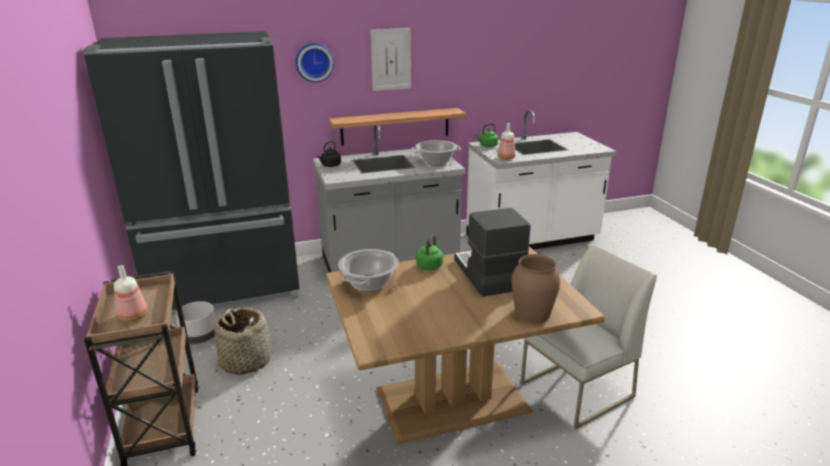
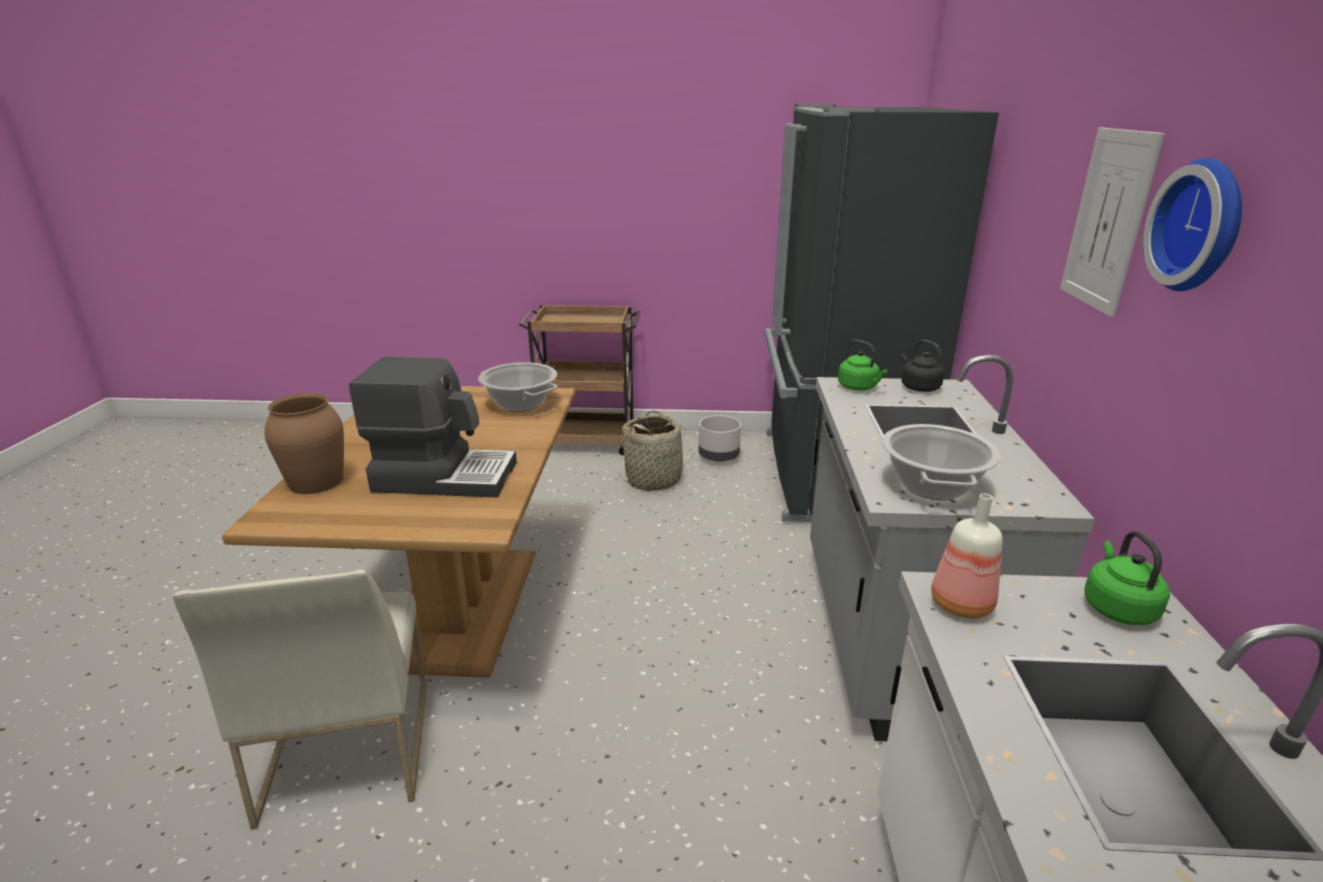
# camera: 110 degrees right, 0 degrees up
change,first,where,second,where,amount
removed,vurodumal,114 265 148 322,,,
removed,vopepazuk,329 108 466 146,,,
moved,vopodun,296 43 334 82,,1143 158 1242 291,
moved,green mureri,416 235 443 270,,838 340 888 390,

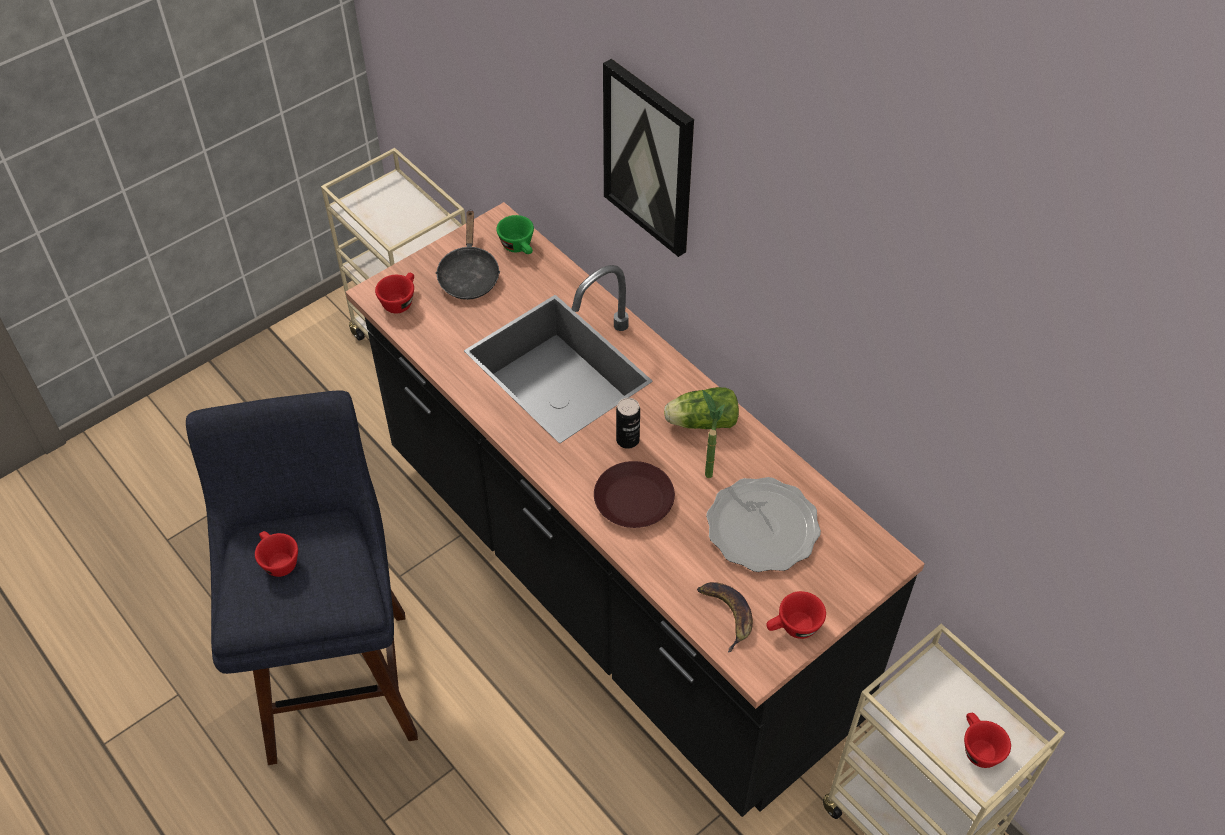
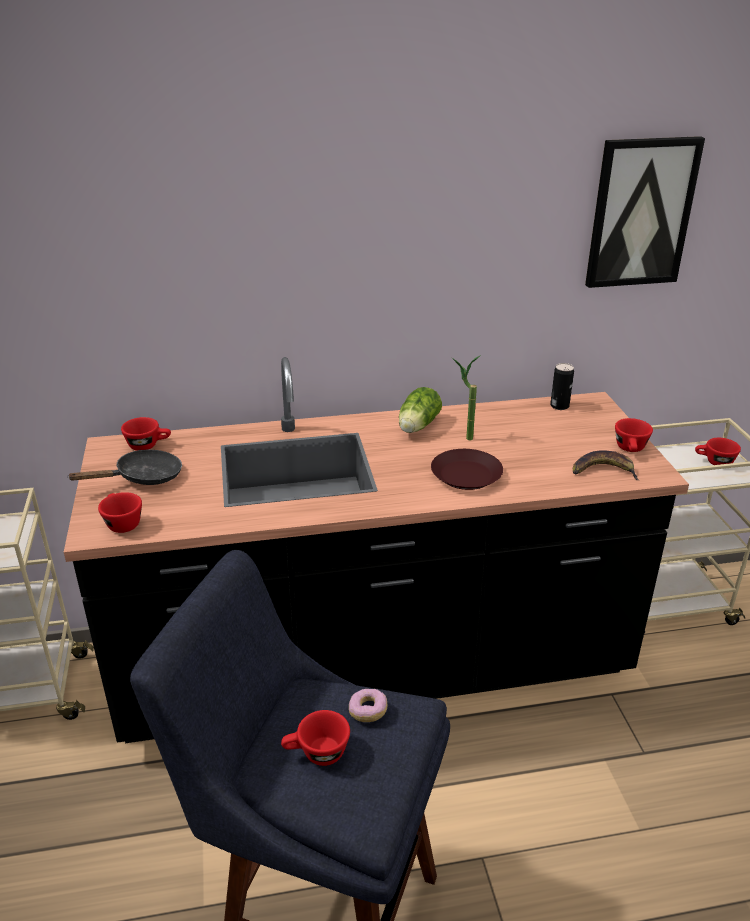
# camera: 60 degrees left, 20 degrees down
change,first,where,second,where,amount
removed,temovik,706 477 821 572,,,
added,,,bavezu,349 689 387 722,
moved,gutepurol,603 59 694 257,,585 136 705 288,
moved,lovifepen,616 398 640 449,,550 363 574 410,
recoloured,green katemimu,496 215 534 254,red katemimu,121 417 171 451,
turned,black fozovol,435 211 500 300,,68 450 182 485,60 degrees counterclockwise

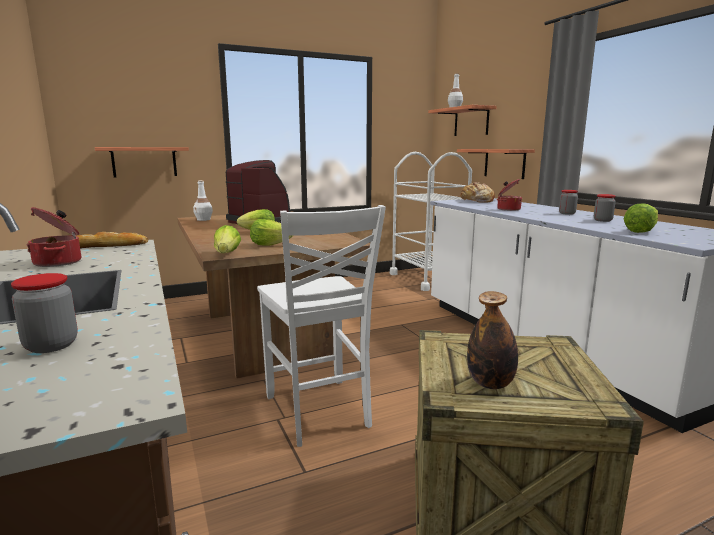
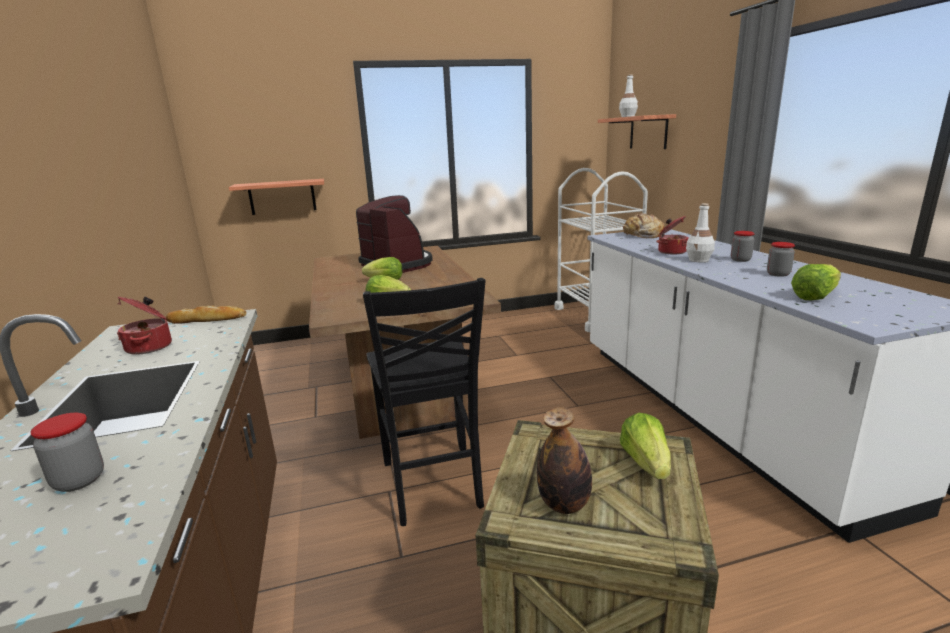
# camera: 10 degrees right, 5 degrees up
change,first,where,second,where,amount
removed,vopepazuk,457 149 535 179,,,
moved,white vurodumal,193 180 213 221,,686 203 715 262,
moved,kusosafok,214 225 241 253,,620 413 671 479,
recoloured,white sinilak,257 205 386 447,black sinilak,363 278 486 526,

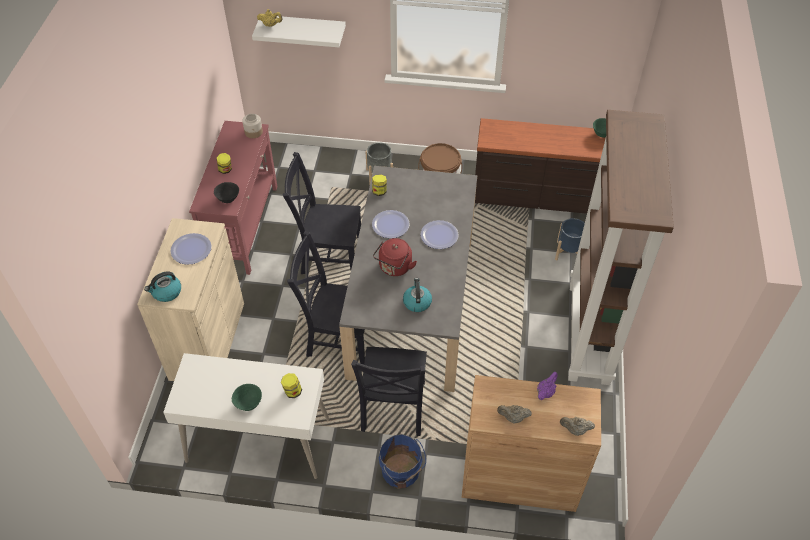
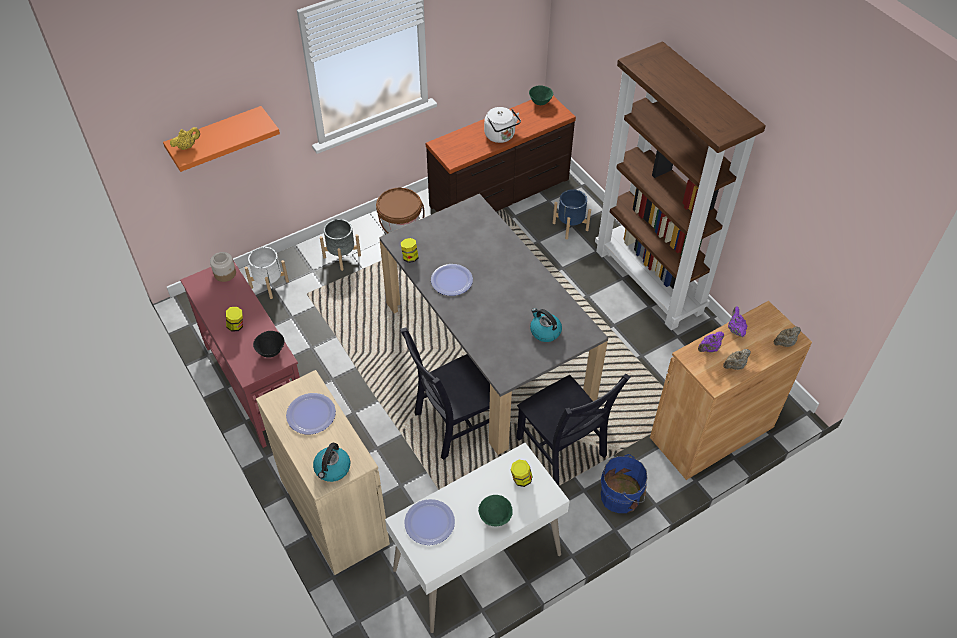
# camera: 40 degrees left, 0 degrees up
change,first,where,second,where,amount
removed,black sinilak,283 152 361 274,,,
removed,red mureri,373 238 417 276,,,
added,,,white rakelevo,245 247 289 299,
added,,,white mureri,484 107 521 143,
added,,,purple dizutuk,698 331 724 353,
moved,temovik,421 220 458 249,,404 499 455 545,
recoloured,white vopepazuk,252 16 346 47,orange vopepazuk,163 106 280 172,

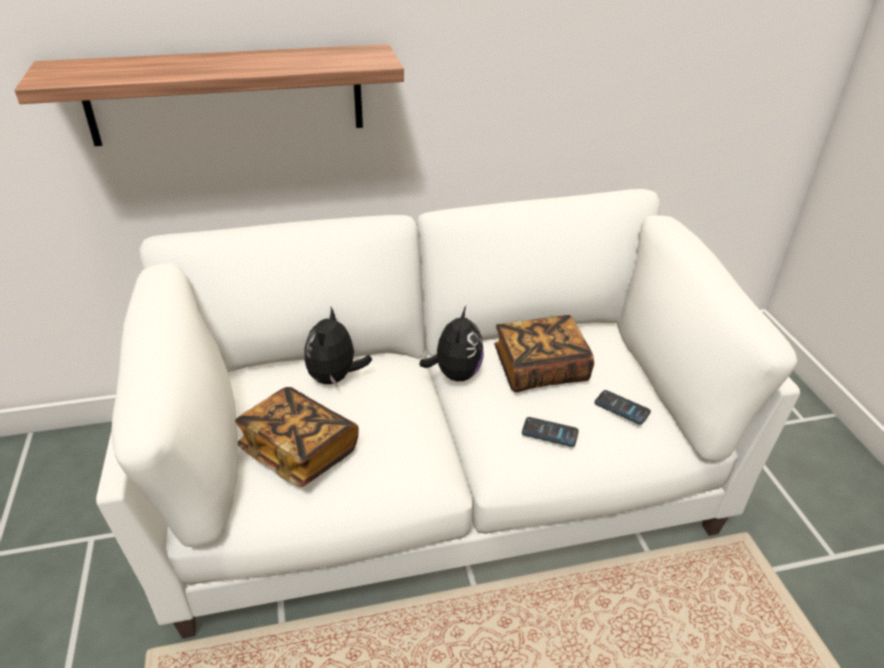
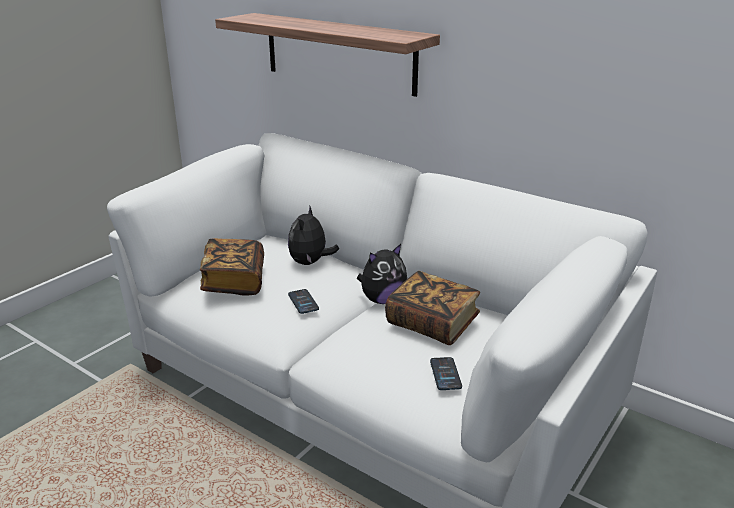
# camera: 50 degrees right, 10 degrees down
change,first,where,second,where,amount
moved,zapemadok,522 417 579 447,,288 289 319 314,
turned,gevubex,304 307 372 388,,288 206 339 265,45 degrees counterclockwise

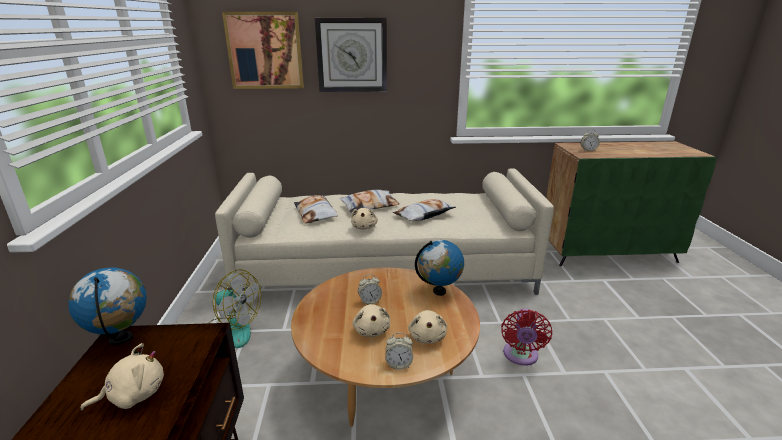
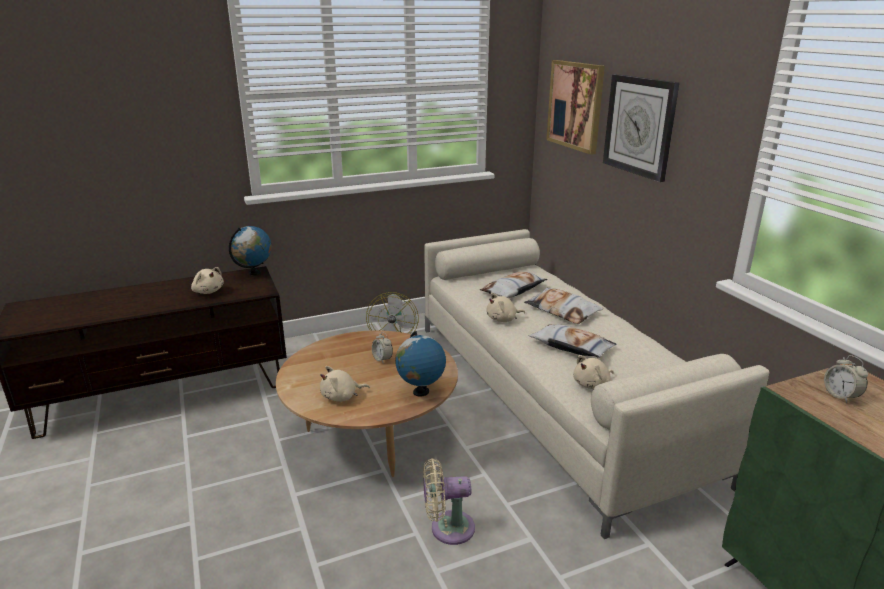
# camera: 70 degrees right, 0 degrees up
change,first,where,second,where,amount
removed,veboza,385 333 413 370,,,
moved,beige gevubex,352 304 390 337,,573 355 614 389,
recoloured,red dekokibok,501 308 552 366,beige dekokibok,423 458 475 545,

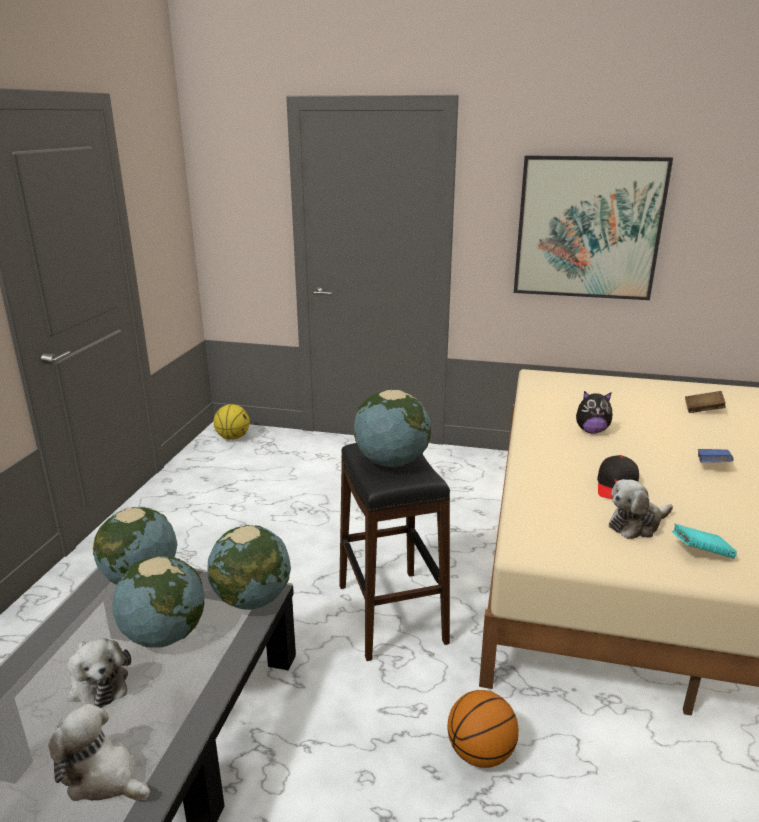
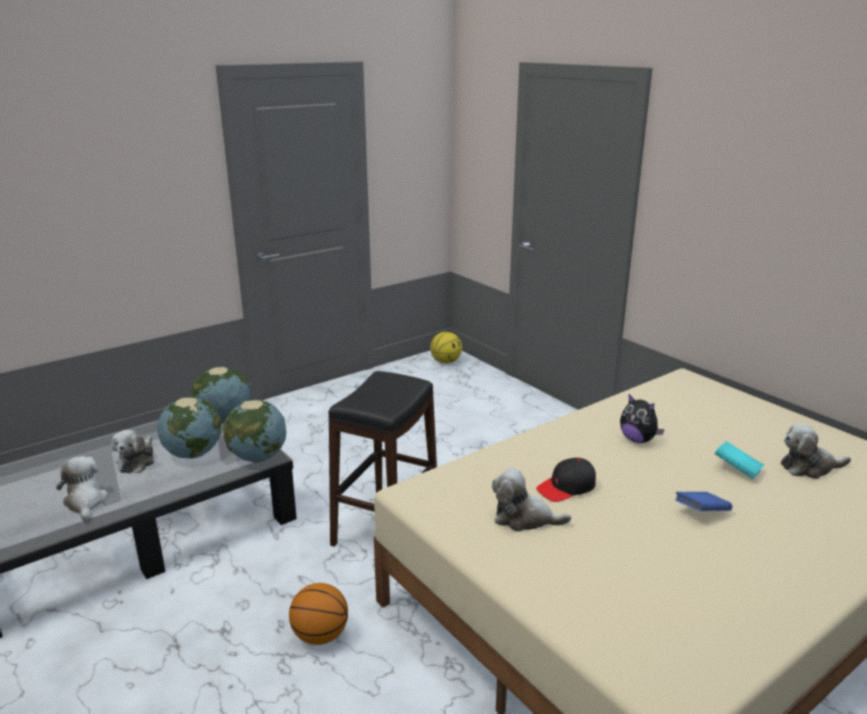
# camera: 40 degrees right, 0 degrees up
change,first,where,second,where,amount
removed,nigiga,353 390 431 467,,,
removed,gutepurol,514 155 673 300,,,
moved,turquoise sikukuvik,672 524 737 559,,714 441 764 479,
replaced,brown sikukuvik,685 391 726 413,gevubex,781 424 851 479,

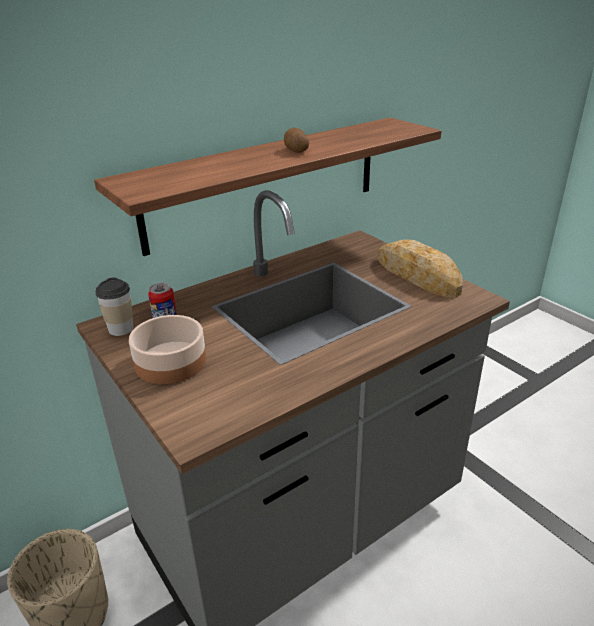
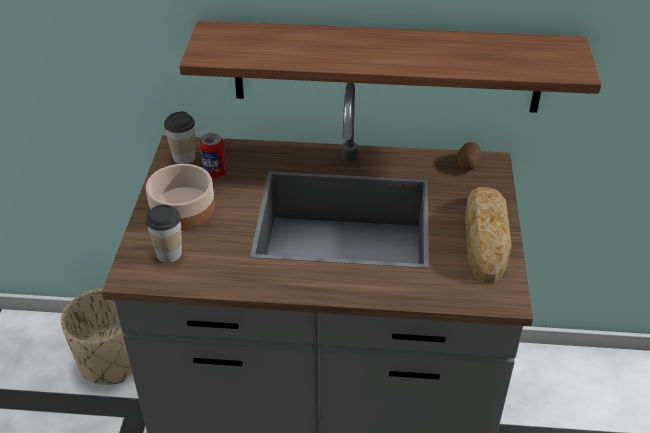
# camera: 40 degrees right, 10 degrees up
change,first,where,second,where,amount
added,,,katemimu,146 204 182 263,
moved,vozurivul,284 128 309 153,,457 142 481 170,

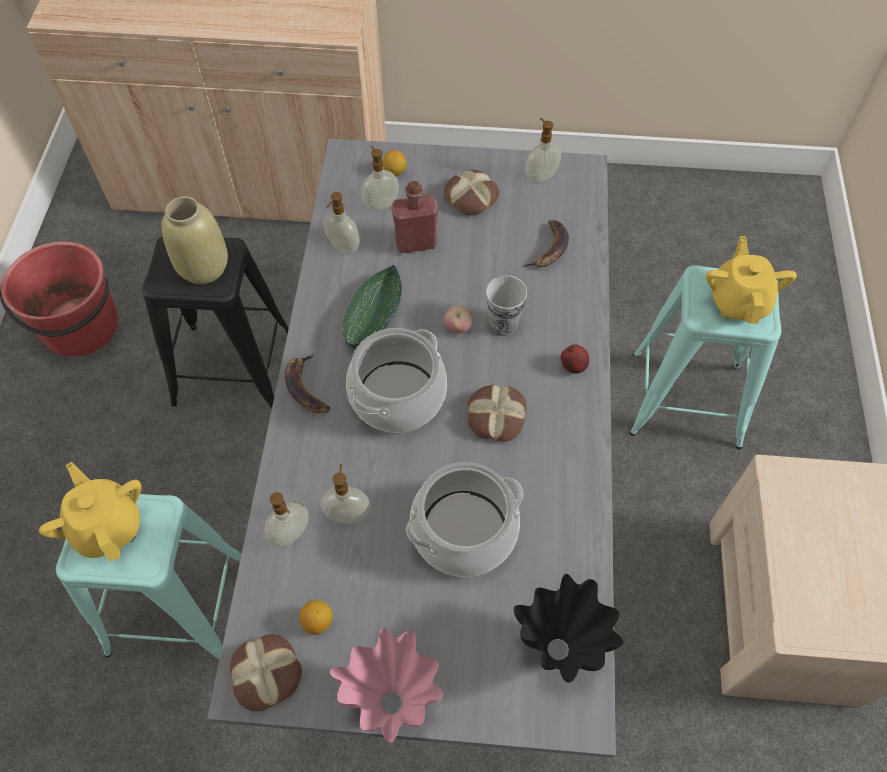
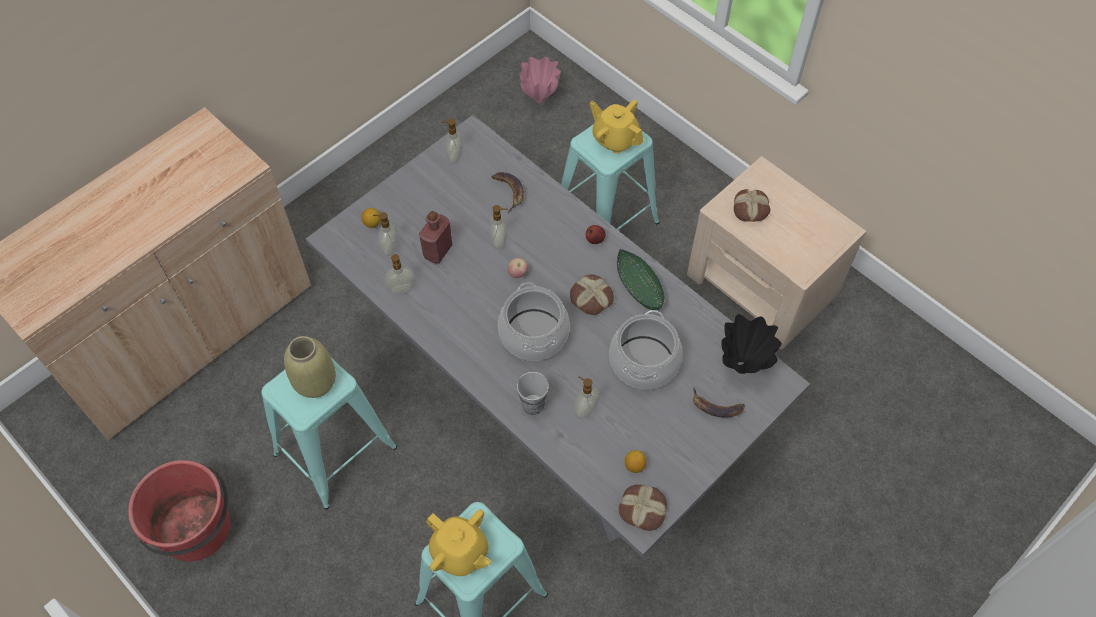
# camera: 50 degrees left, 0 degrees up
change,first,where,second,where,amount
moved,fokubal,264 492 309 547,,489 205 508 249,
moved,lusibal,285 353 330 413,,693 388 745 417,
moved,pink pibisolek,330 628 443 743,,519 57 561 103,
moved,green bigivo,342 265 402 350,,617 249 665 310,
moved,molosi,444 170 500 215,,734 189 770 222,
moved,katemimu,486 276 527 336,,517 372 549 415,
recoloured,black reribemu,142 236 289 408,turquoise reribemu,261 357 397 510,
turned,yellow dizutuk,39 462 141 562,,426 510 492 576,150 degrees counterclockwise

